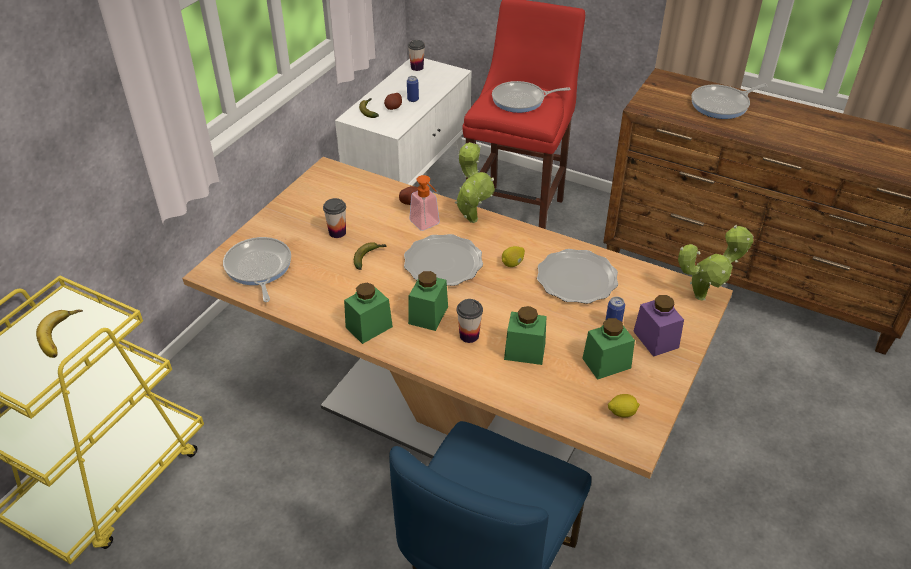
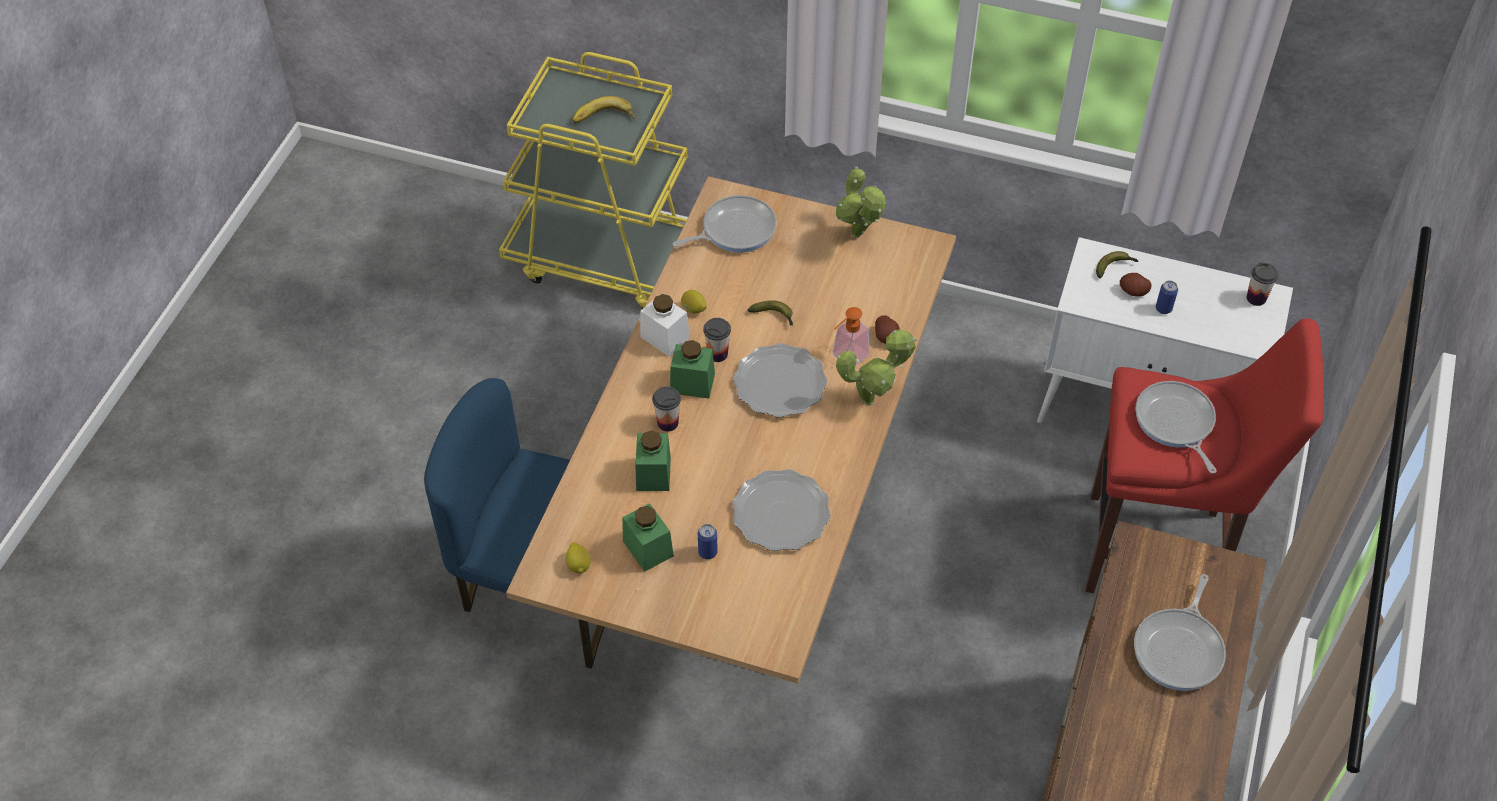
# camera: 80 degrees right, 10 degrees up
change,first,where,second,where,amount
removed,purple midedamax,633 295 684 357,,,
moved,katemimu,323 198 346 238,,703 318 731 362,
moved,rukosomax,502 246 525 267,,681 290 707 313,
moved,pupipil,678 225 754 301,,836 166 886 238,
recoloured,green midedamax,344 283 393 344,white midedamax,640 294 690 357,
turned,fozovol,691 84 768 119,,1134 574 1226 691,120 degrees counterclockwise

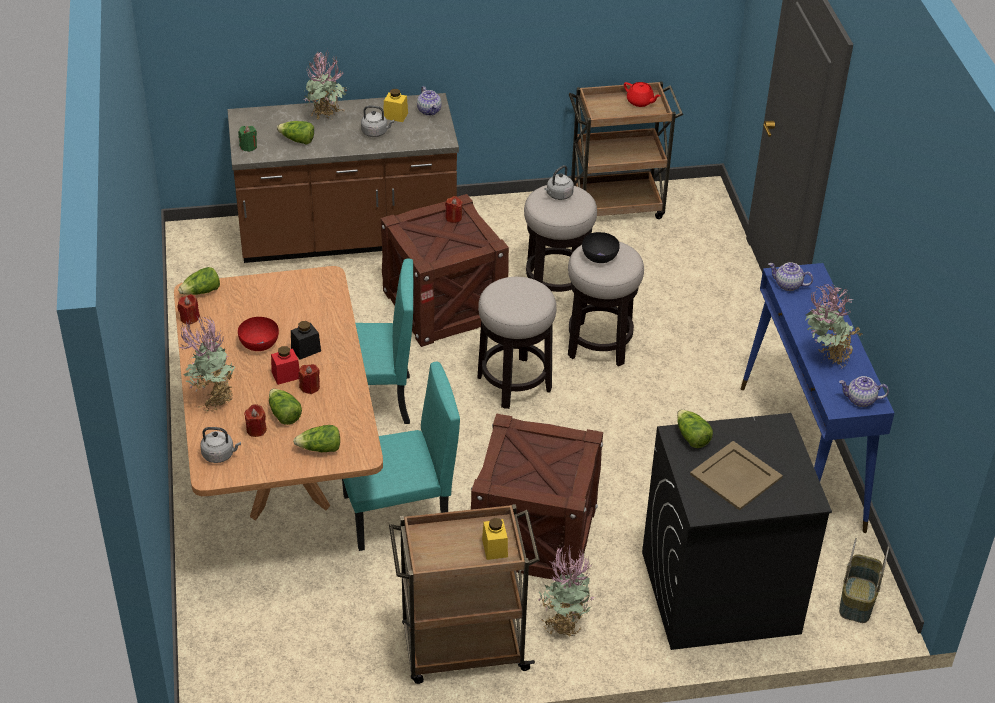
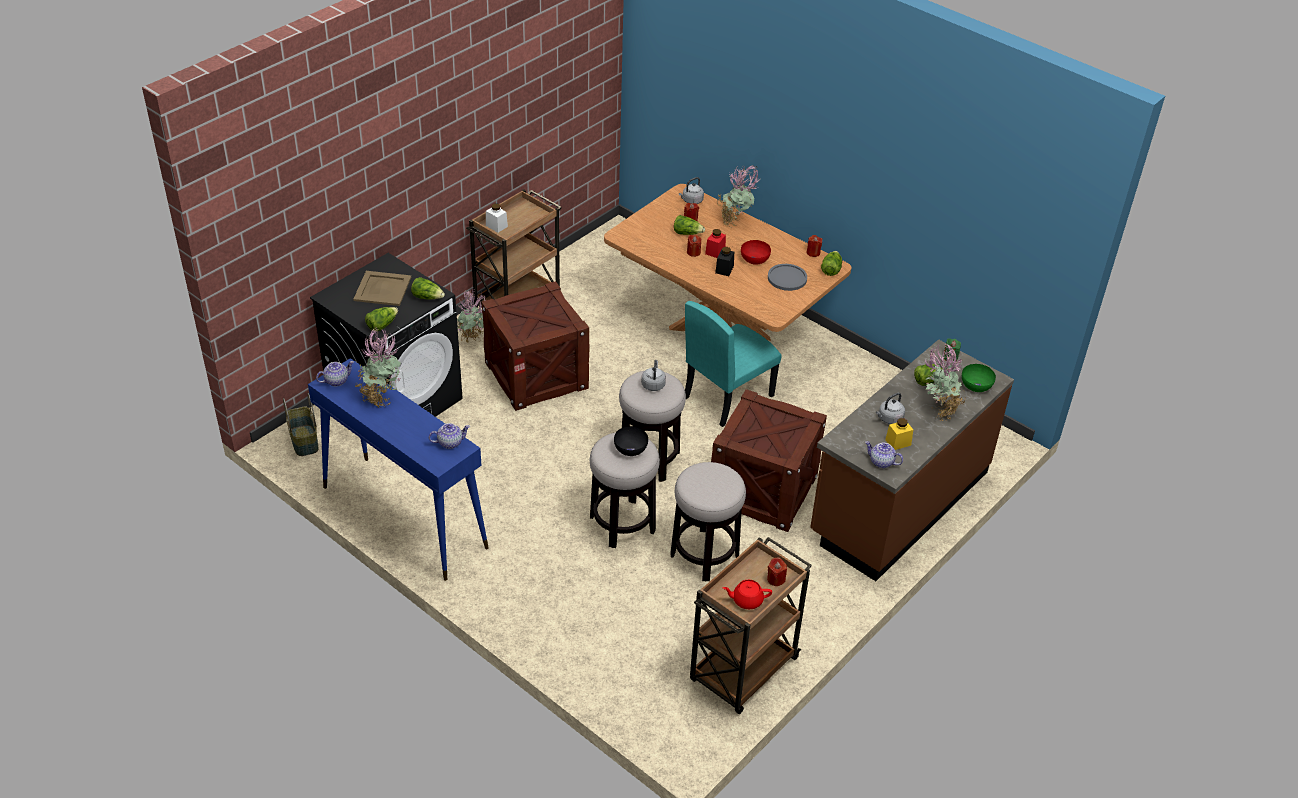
# camera: 140 degrees right, 0 degrees up
change,first,where,second,where,amount
removed,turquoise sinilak,342 362 460 551,,,
added,,,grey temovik,768 264 807 291,
added,,,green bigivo,962 364 996 392,
moved,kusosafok,293 425 340 452,,365 307 398 332,
moved,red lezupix,445 196 463 223,,767 557 787 586,
moved,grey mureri,544 165 574 200,,641 360 666 391,
recoloured,yellow midedamax,482 518 508 560,white midedamax,486 203 508 233,

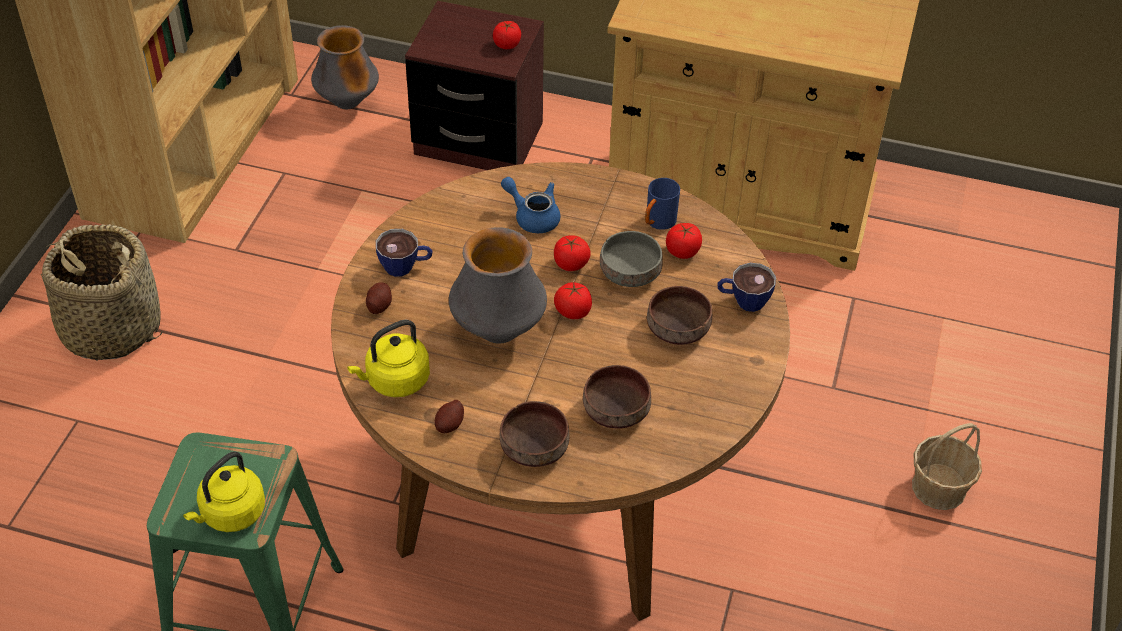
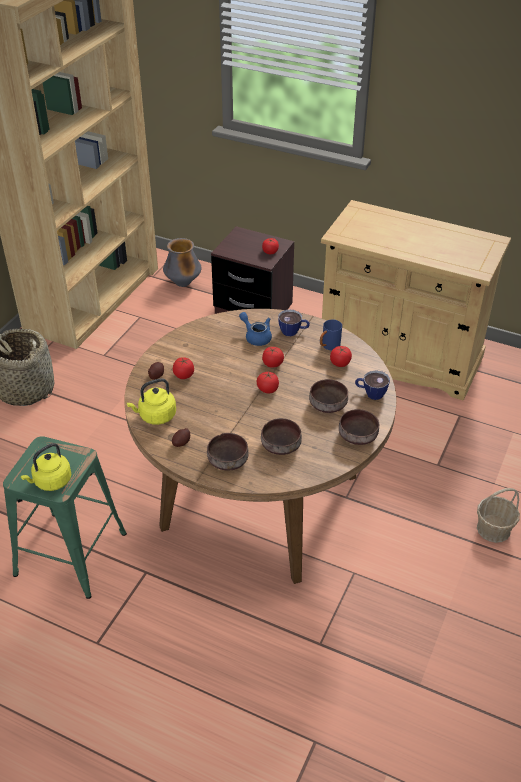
# camera: 10 degrees right, 5 degrees down
change,first,where,second,where,amount
removed,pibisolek,449 227 547 344,,,
removed,grey bigivo,600 231 663 287,,,
added,,,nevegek,173 357 194 379,
added,,,brown bigivo,339 409 379 445,
moved,katemimu,376 229 432 277,,278 309 310 336,

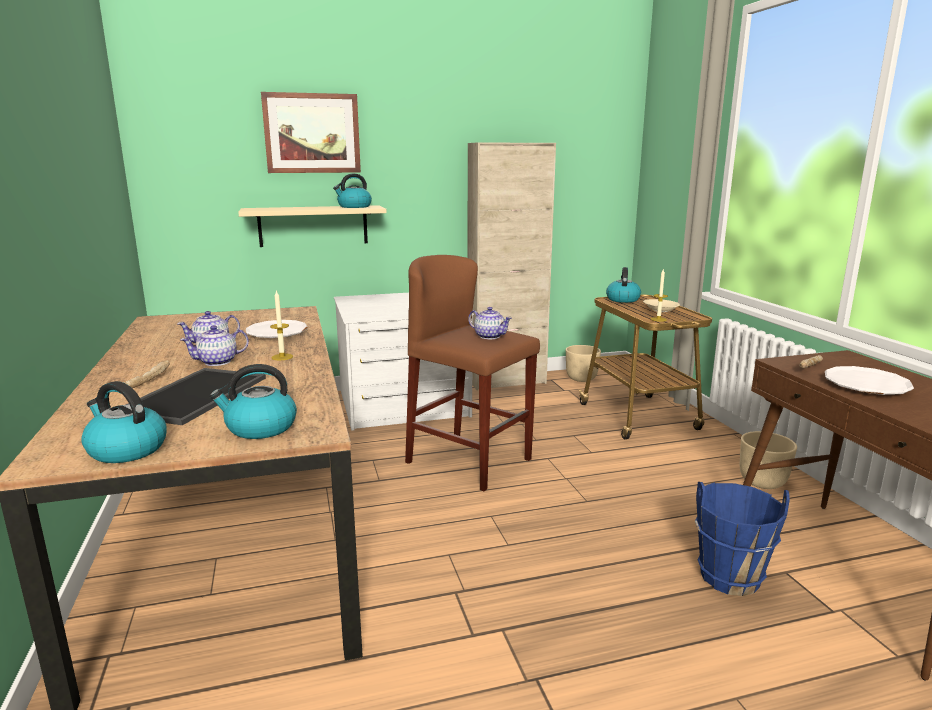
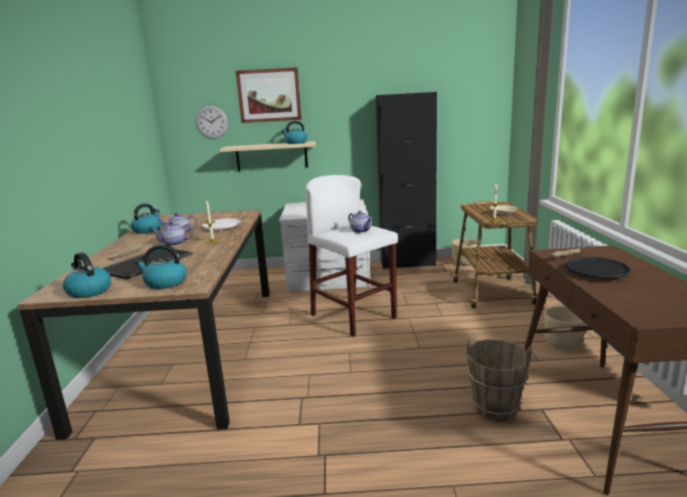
# camera: 15 degrees right, 0 degrees up
change,first,where,second,where,amount
added,,,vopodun,196 106 228 139,
moved,mureri,606 267 641 303,,131 204 162 234,
recoloured,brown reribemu,405 255 540 491,white reribemu,305 175 398 337,
recoloured,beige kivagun,468 142 556 390,black kivagun,376 92 437 269,
recoloured,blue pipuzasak,695 482 790 596,brown pipuzasak,467 337 532 422,
recoloured,white temovik,825 366 914 395,black temovik,564 257 631 279,

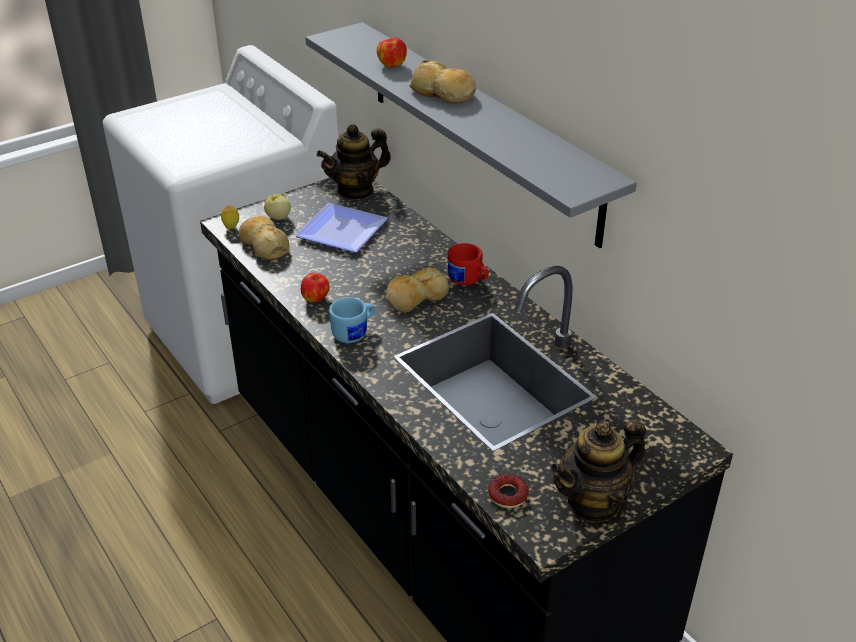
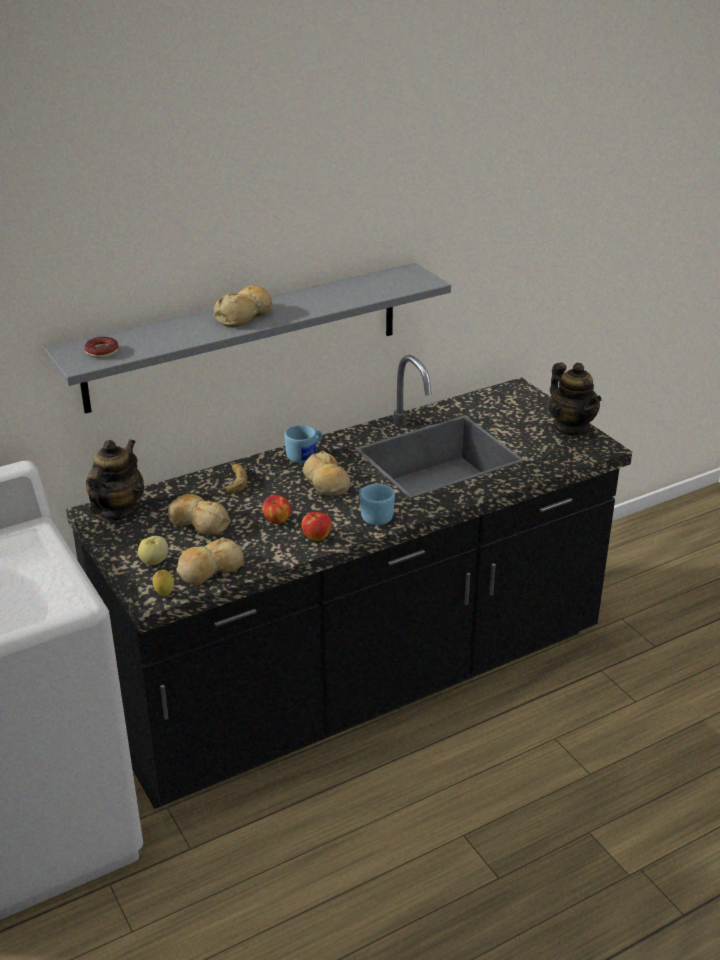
# camera: 85 degrees left, 5 degrees down
change,first,where,second,where,amount
added,,,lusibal,219 464 247 493,
moved,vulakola,377 37 407 68,,262 495 291 524,
moved,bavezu,488 474 529 508,,84 337 118 358,
replaced,temovik,295 203 388 253,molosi,168 494 231 535,
recoloured,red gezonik,447 243 489 285,blue gezonik,285 425 322 463,
turned,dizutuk,317 124 391 200,,86 439 144 521,135 degrees counterclockwise

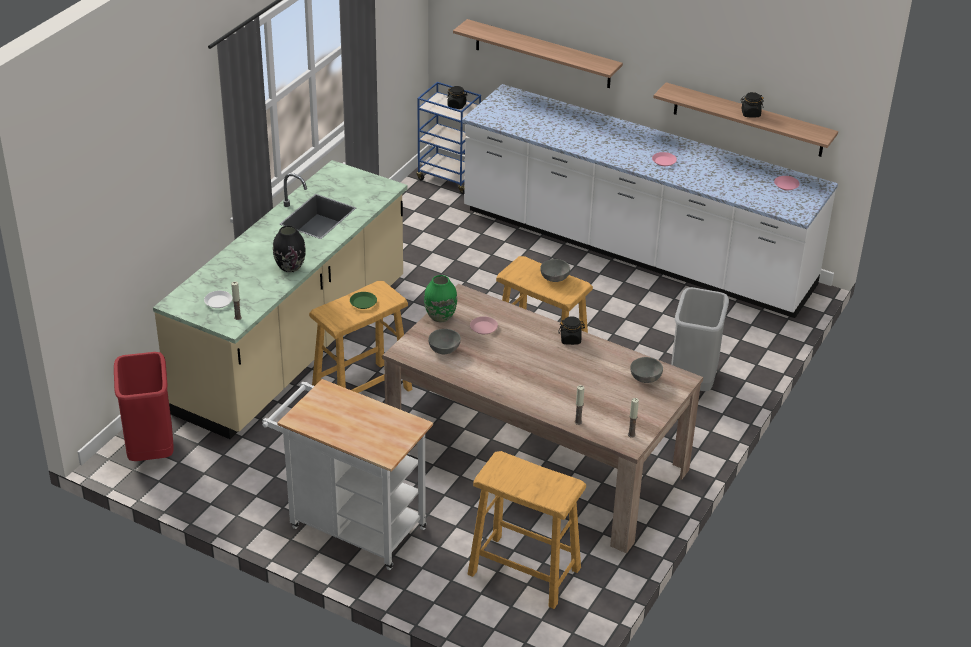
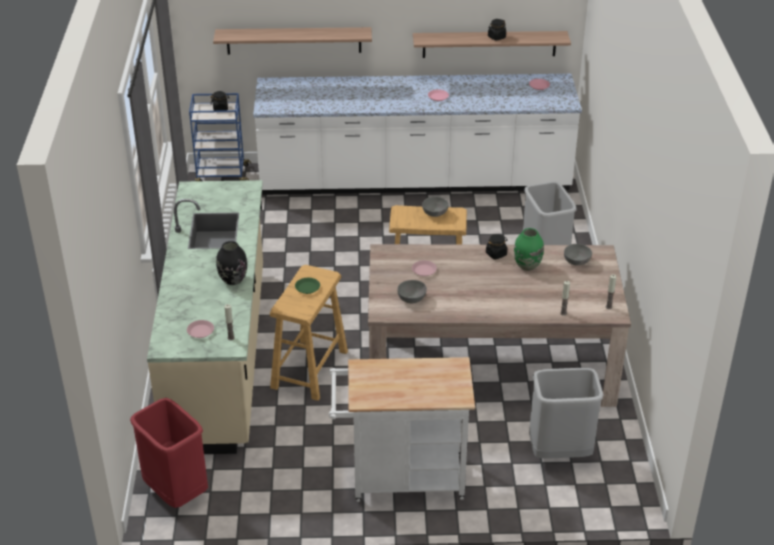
# camera: 30 degrees left, 0 degrees up
change,first,where,second,where,amount
moved,green pibisolek,424 275 457 322,,514 228 544 271,
replaced,beige reribemu,468 451 586 609,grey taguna,529 368 604 459,
recoloured,white temovik,204 291 232 308,pink temovik,187 320 214 338,

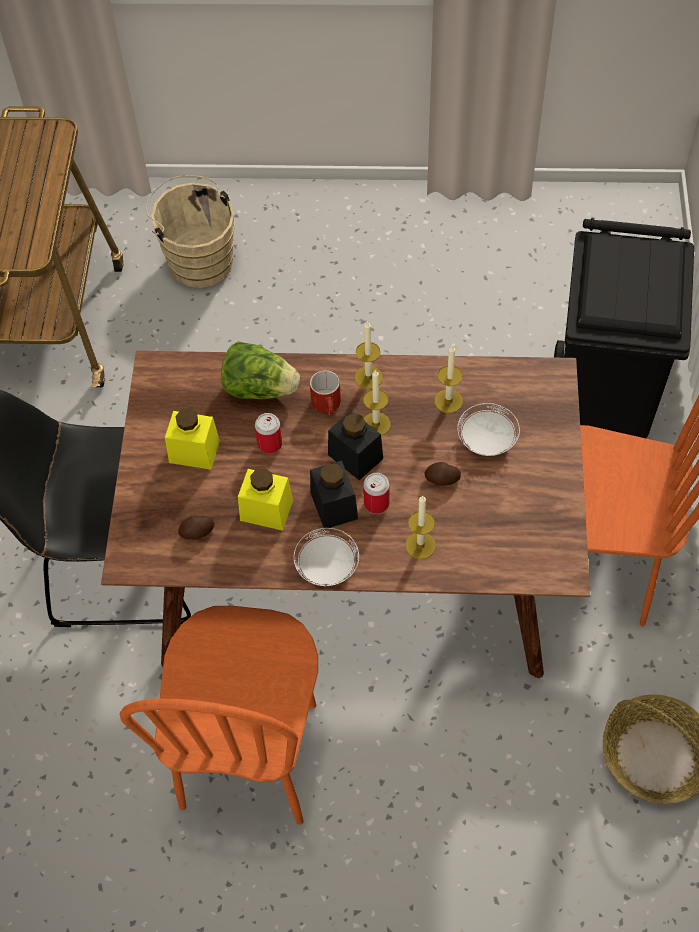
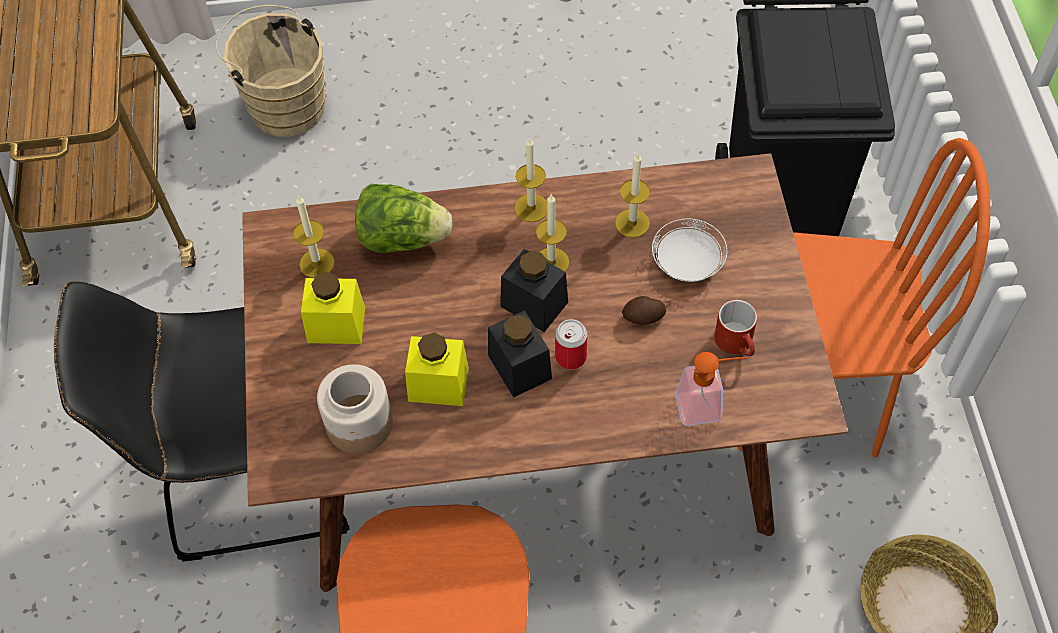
# camera: 10 degrees left, 0 degrees up
change,first,where,second,where,amount
removed,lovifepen,255 413 282 454,,,
removed,white temovik,294 528 359 587,,,
added,,,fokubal,675 352 747 426,
moved,red gezonik,310 370 341 415,,714 300 757 356,
moved,lezupix,405 495 436 559,,293 195 335 278,
replaced,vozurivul,178 515 215 540,midedamax,317 364 393 454,

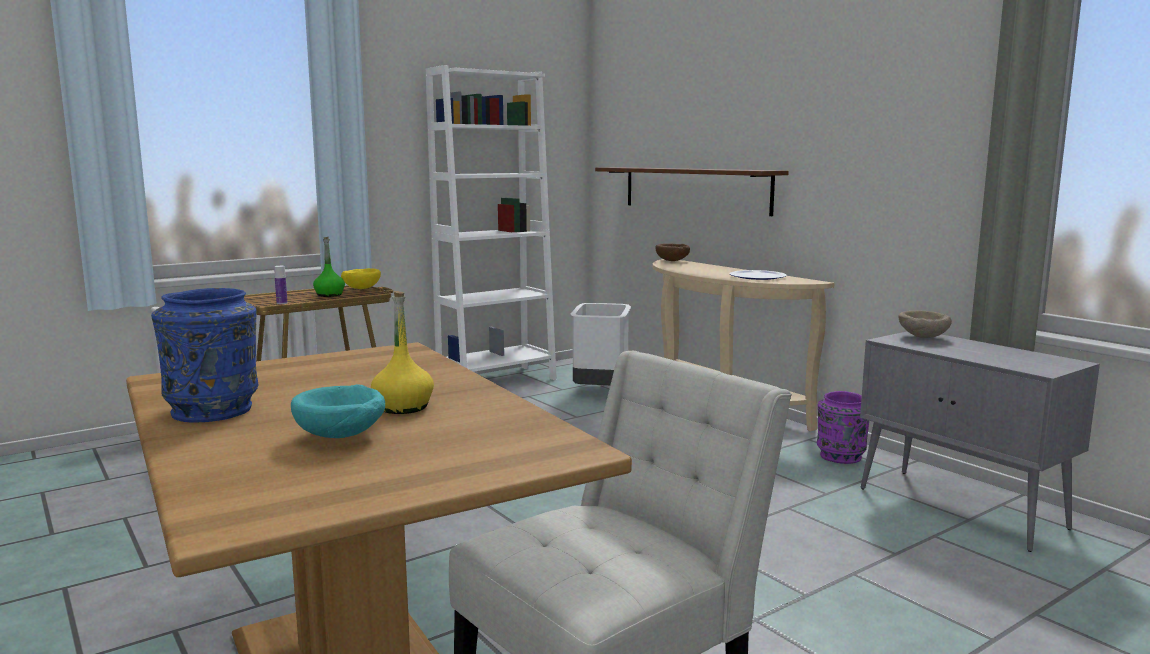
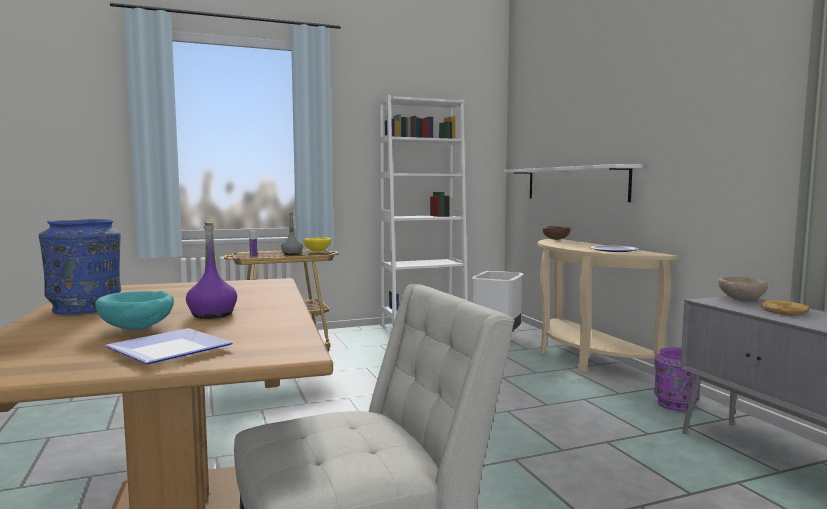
# camera: 15 degrees right, 5 degrees down
change,first,where,second,where,amount
added,,,temovik,105 328 234 364,
added,,,molosi,761 300 810 316,
recoloured,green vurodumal,313 237 345 297,grey vurodumal,281 213 303 255,
recoloured,yellow vurodumal,371 291 434 414,purple vurodumal,186 222 237 319,
recoloured,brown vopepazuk,595 167 789 216,white vopepazuk,504 164 642 202,

